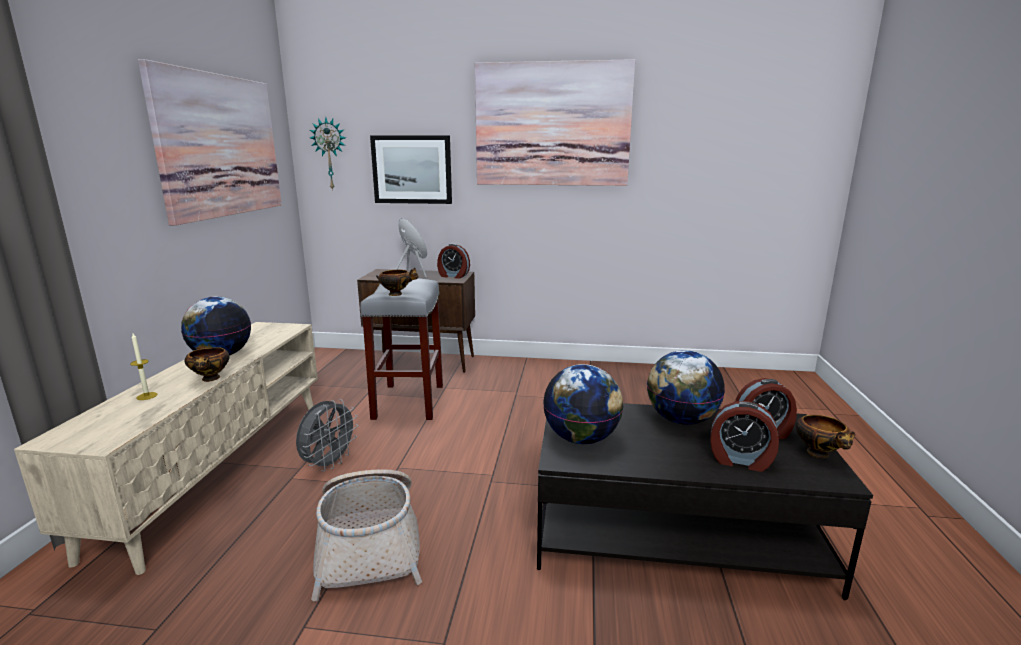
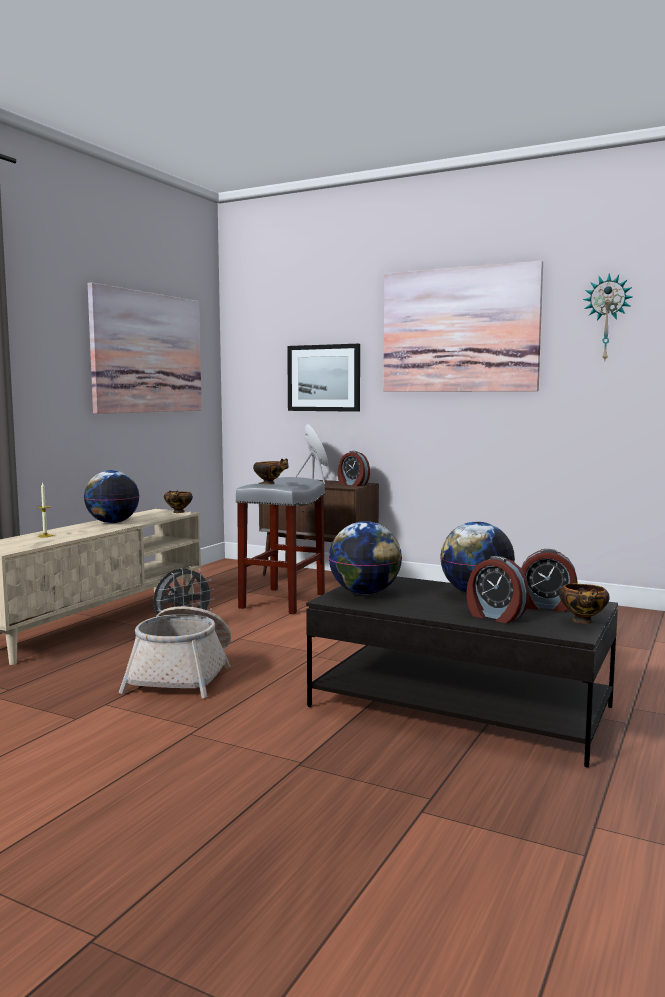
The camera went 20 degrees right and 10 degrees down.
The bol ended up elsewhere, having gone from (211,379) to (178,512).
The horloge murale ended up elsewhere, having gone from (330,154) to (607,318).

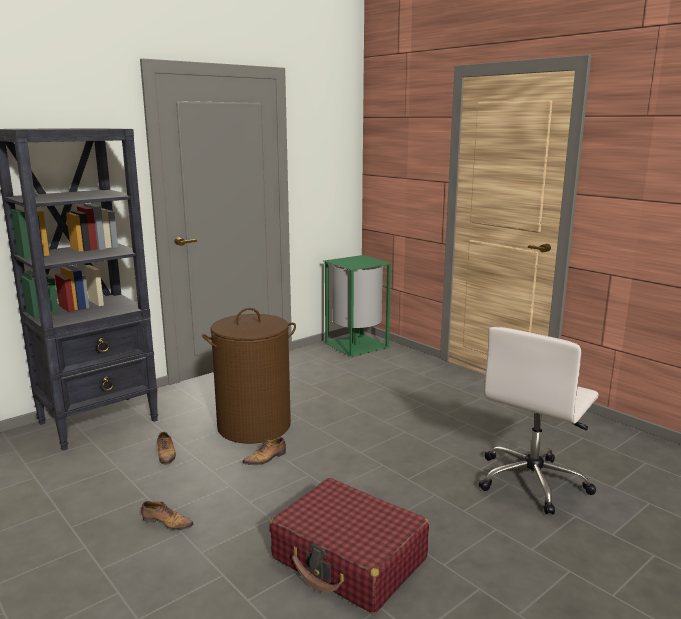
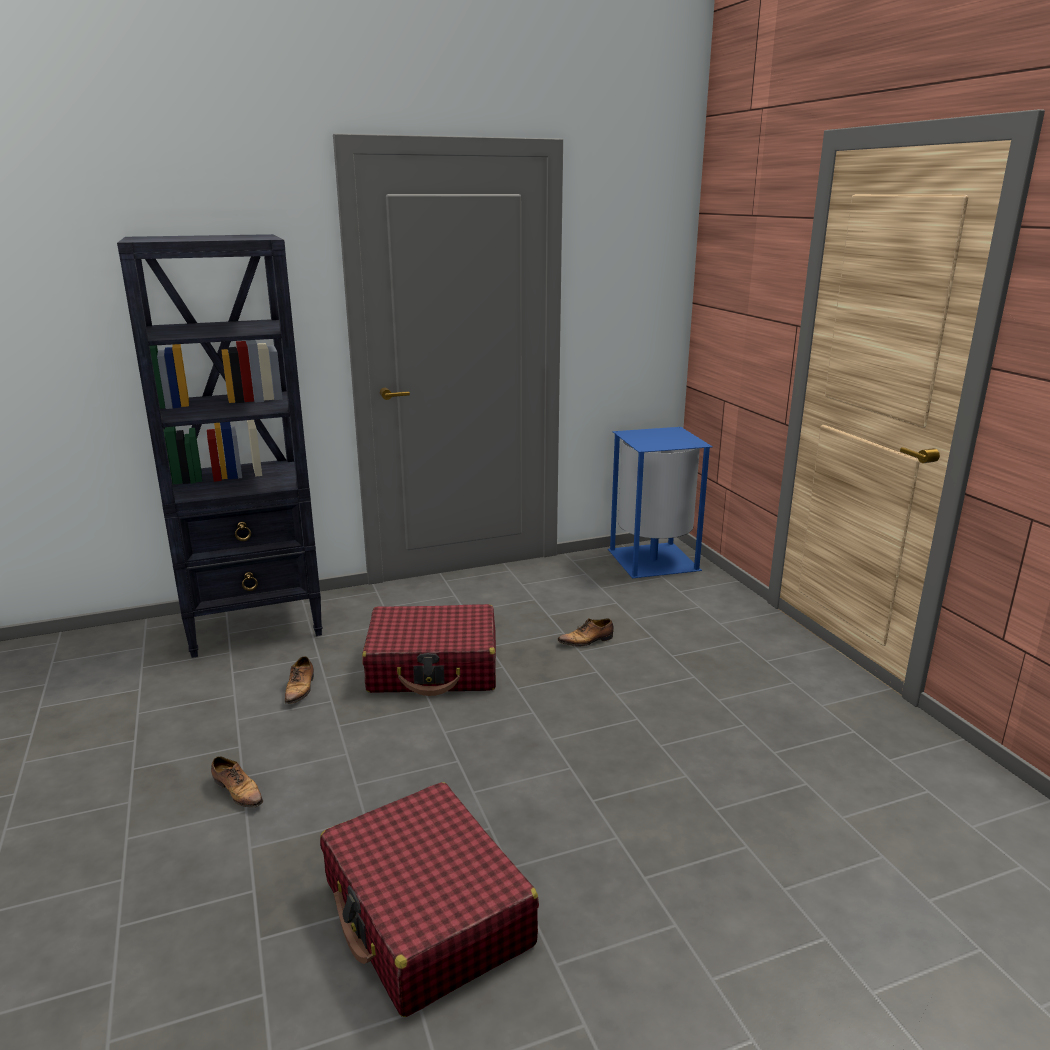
The camera went 20 degrees right and 5 degrees up.
The second view lost the chaise de bureau/blanc at (532,481).
The chaussure ended up elsewhere, having gone from (266,458) to (587,641).
Where the panier à linge/marron stood at (254,426), the valise/rouge came to stand at (433,667).
What was the poubelle/vert at (356,345) turned into the poubelle/bleu at (652,561).

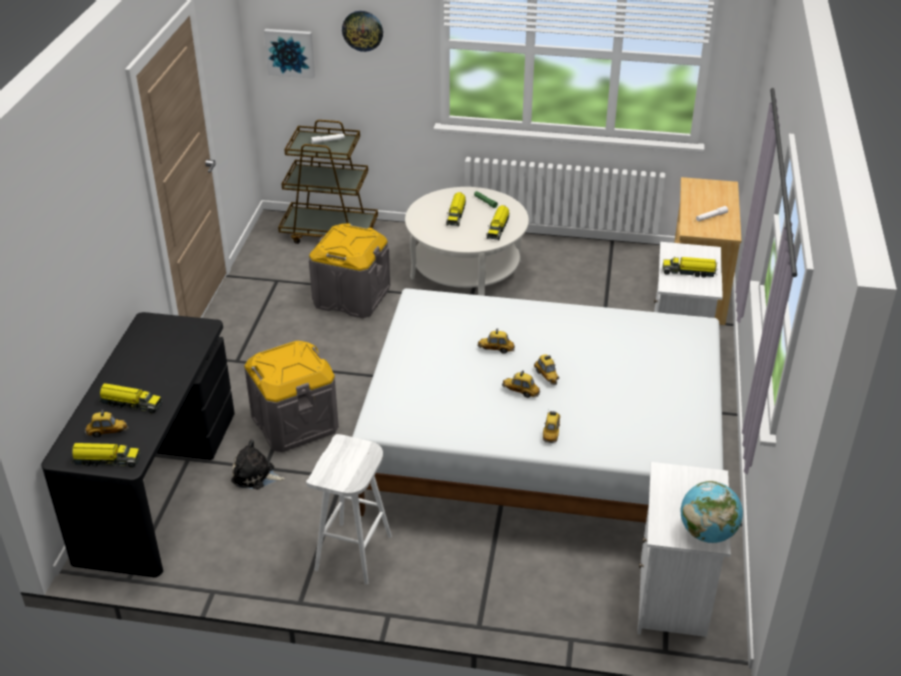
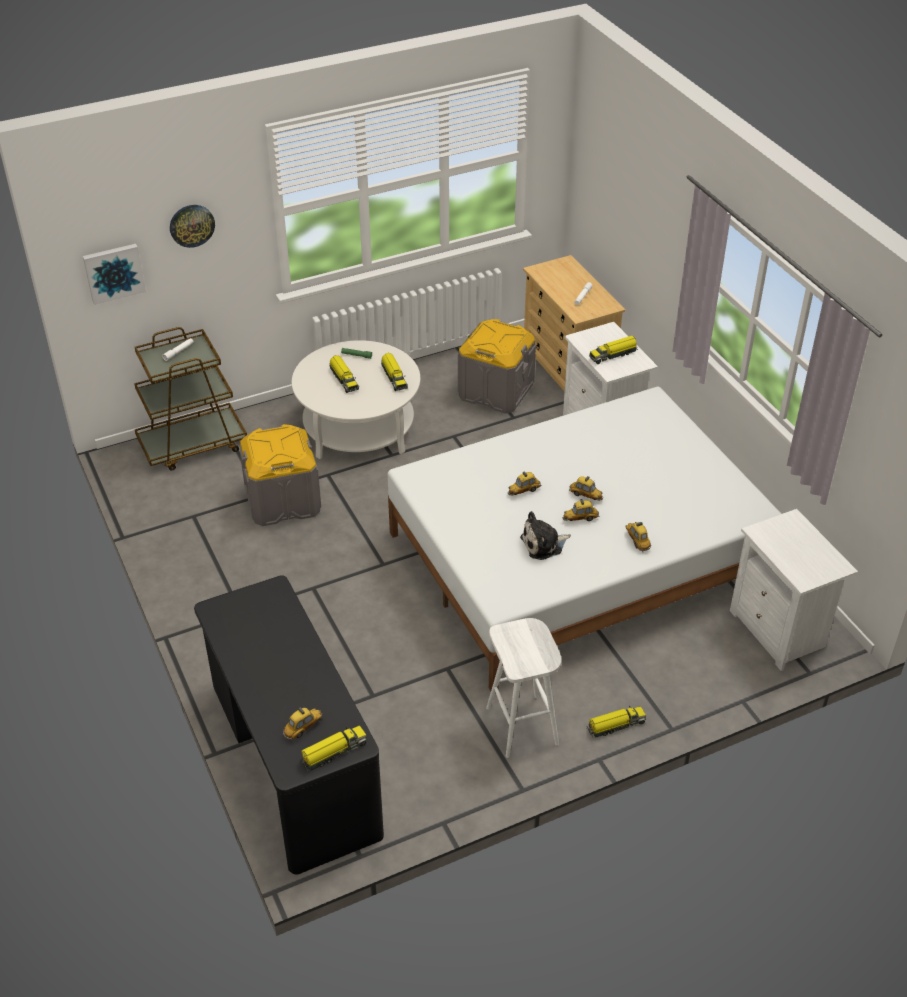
The camera went 35 degrees left and 5 degrees up.
The second view lost the globe at (707,533).
The camion jouet ended up elsewhere, having gone from (131,404) to (615,725).
The peluche ended up elsewhere, having gone from (255,476) to (544,544).
The boîte de rangement/gris ended up elsewhere, having gone from (294,423) to (495,391).

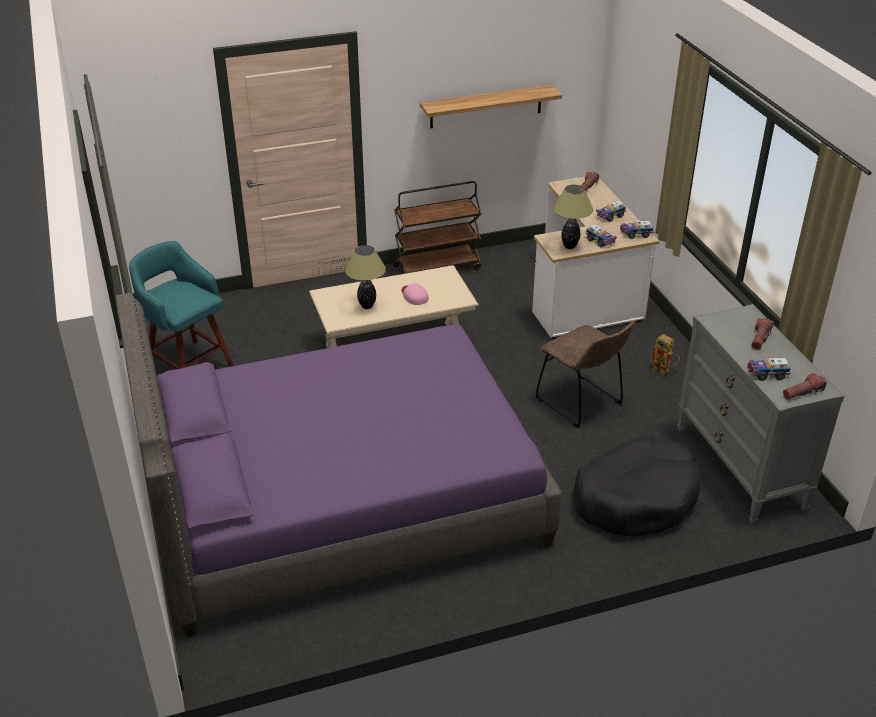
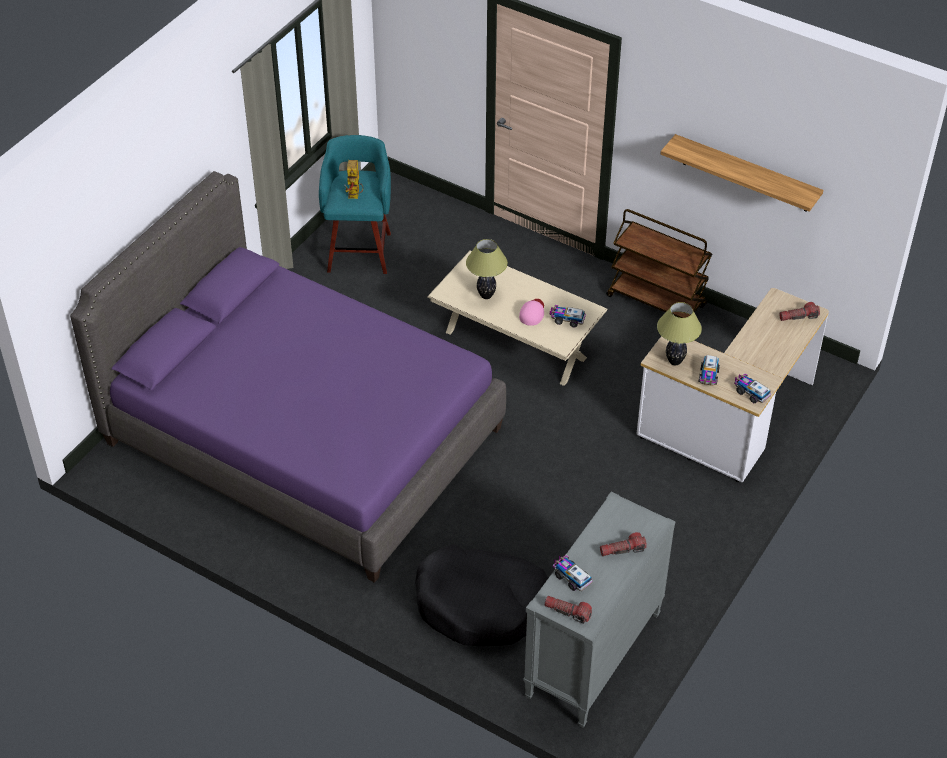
The camera went 50 degrees right and 10 degrees up.
The second view lost the chaise/marron at (582,403).
The camion jouet ended up elsewhere, having gone from (610,216) to (566,319).
The robot jouet ended up elsewhere, having gone from (664,370) to (355,196).

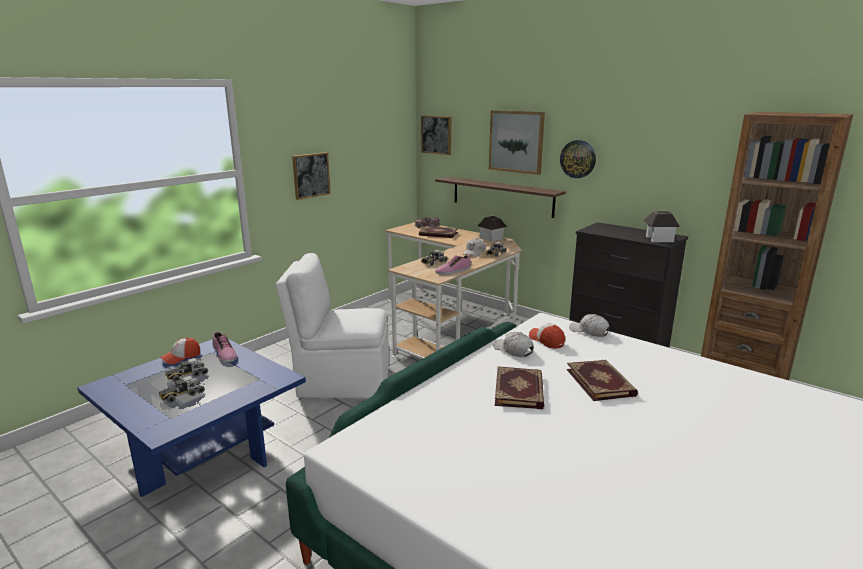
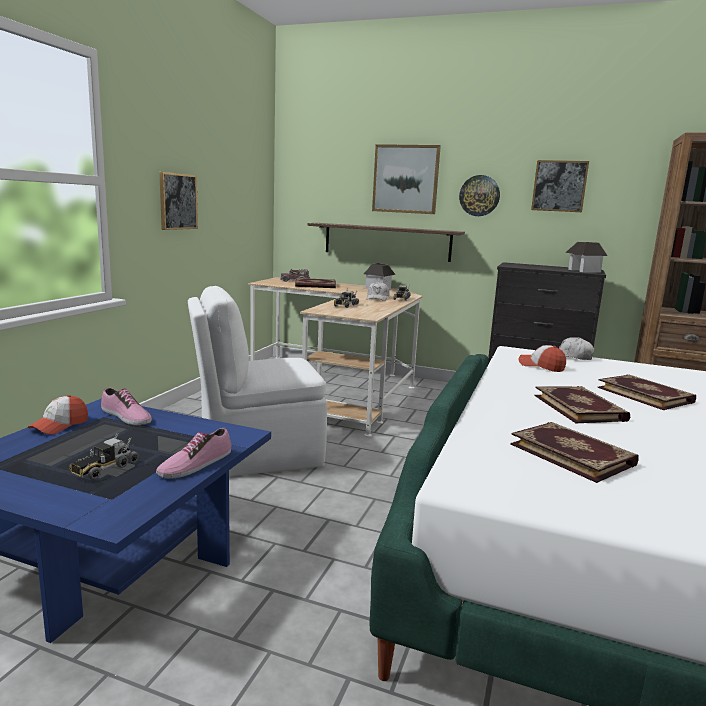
The camera went 20 degrees left and 5 degrees down.
The second view lost the camion jouet at (187,375).
The second view lost the casquette/blanc at (513,350).
The second view gained the livre at (572,454).
The tableau ended up elsewhere, having gone from (436,135) to (559,186).
The chaussure ended up elsewhere, having gone from (453,271) to (195,464).

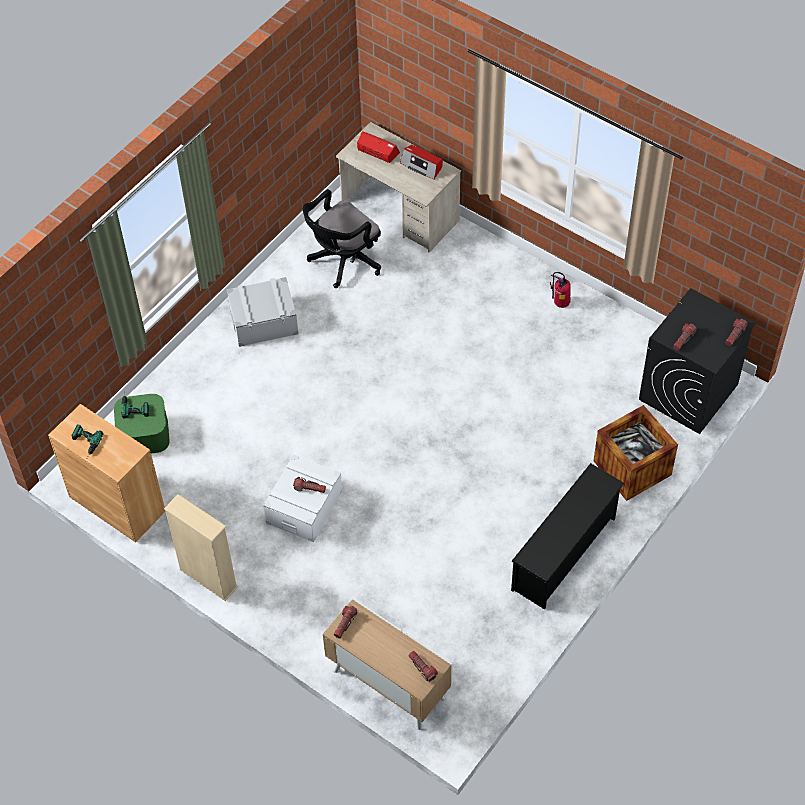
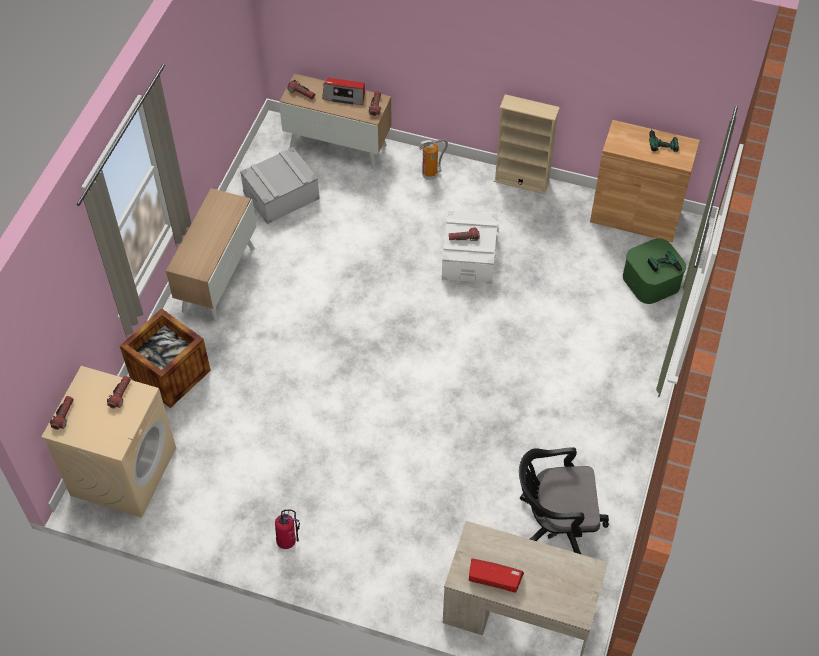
The camera went 160 degrees right and 0 degrees up.
The second view gained the extincteur at (430,175).
The boîte de rangement/gris ended up elsewhere, having gone from (264,321) to (281,196).
The radio ended up elsewhere, having gone from (377,151) to (344,95).
Where the étagère à chaussures/noir stood at (565,554), the meuble de rangement came to stand at (218,278).
What was the lave-linge/noir at (688,392) turned into the lave-linge/beige at (123,470).
The chaise de bureau/noir at (343,261) ended up facing another way, 120 degrees counterclockwise from before.

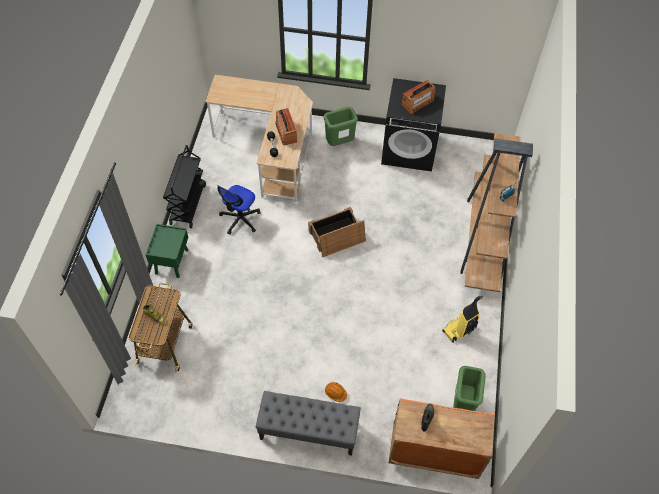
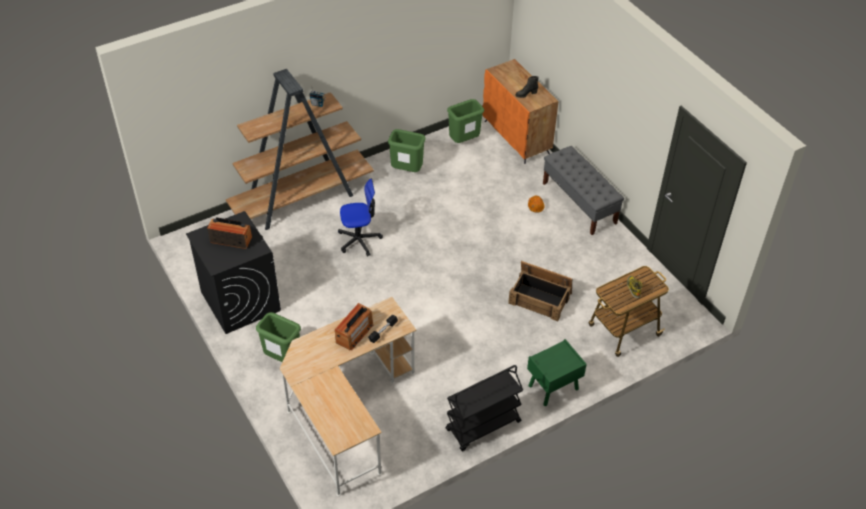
The camera went 130 degrees left and 10 degrees down.
The chaise de bureau ended up elsewhere, having gone from (240,219) to (359,240).
The caisse ended up elsewhere, having gone from (336,236) to (540,298).
Where the aspirateur stood at (459,330), the poubelle/vert came to stand at (407,171).

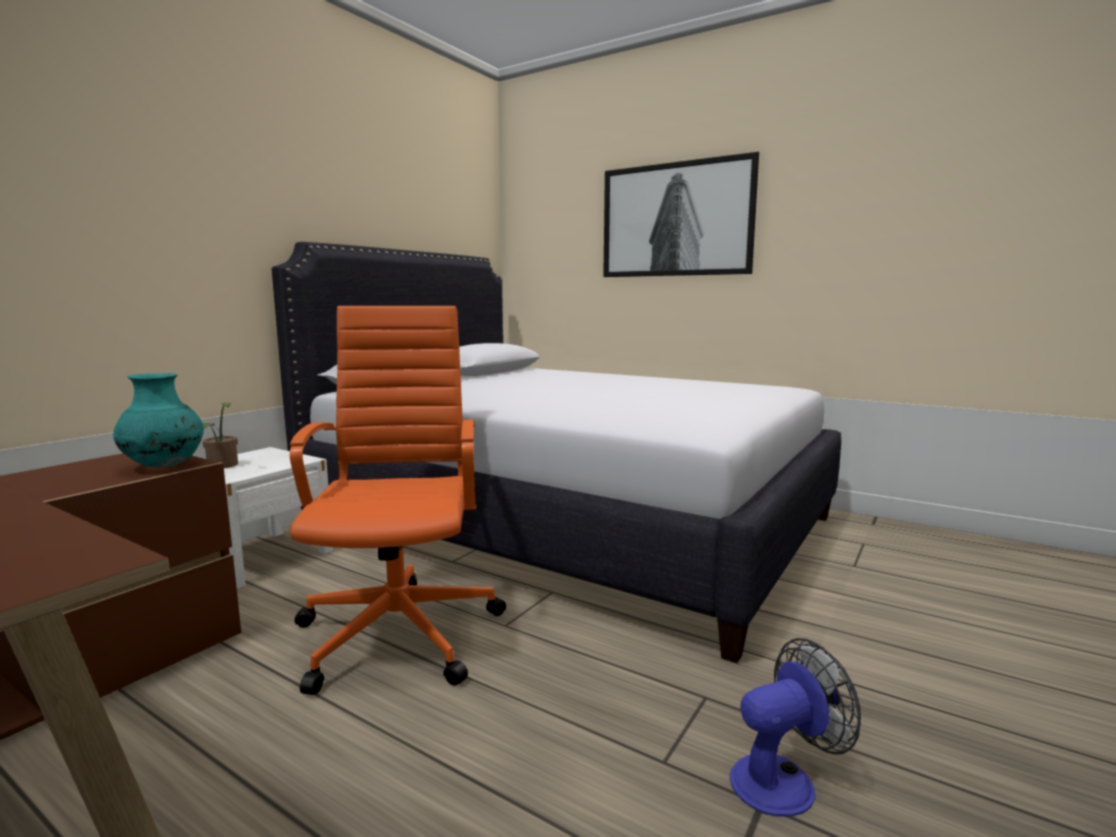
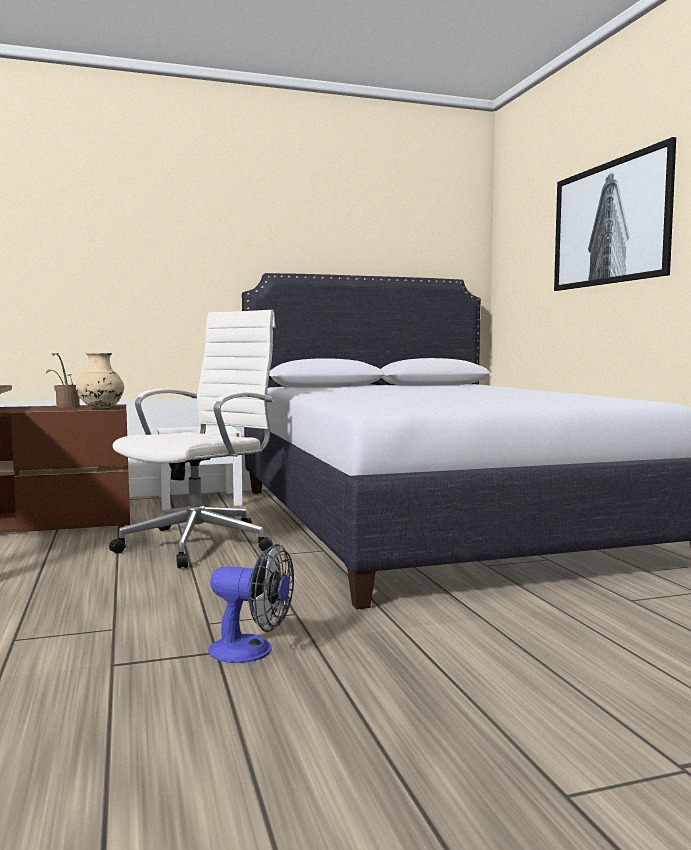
The camera went 40 degrees right and 5 degrees down.
The plante en pot ended up elsewhere, having gone from (222,466) to (65,406).
What was the vase/turquoise at (164,466) turned into the vase/beige at (101,408).
What was the chaise de bureau/orange at (401,630) turned into the chaise de bureau/blanc at (201,543).

